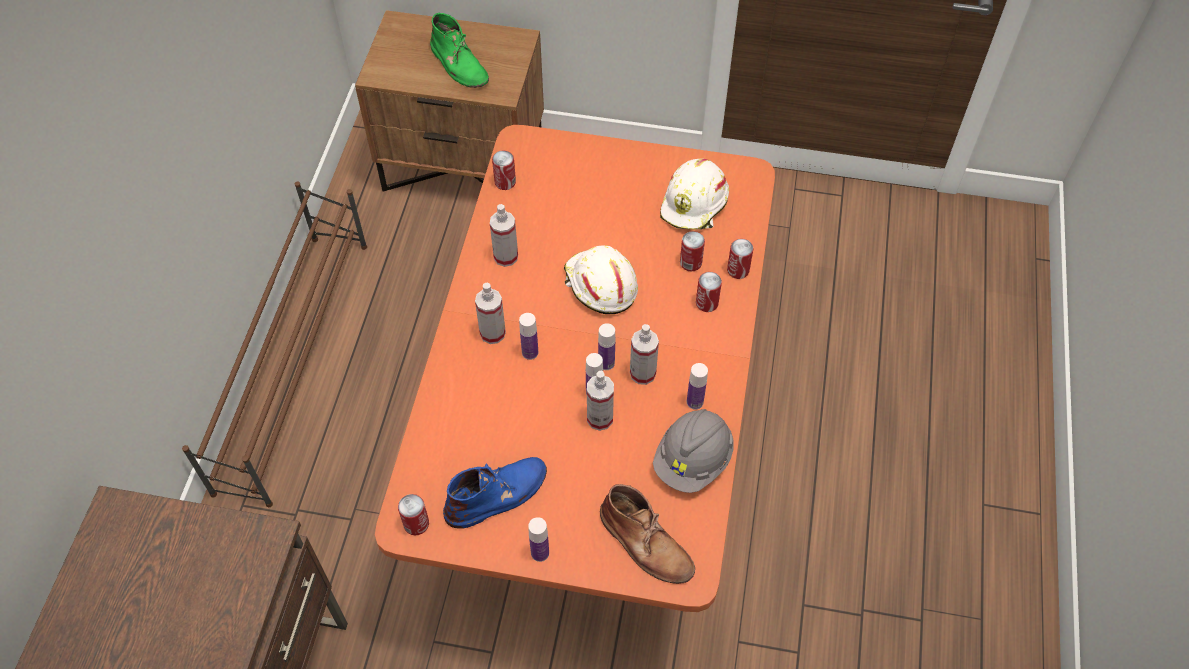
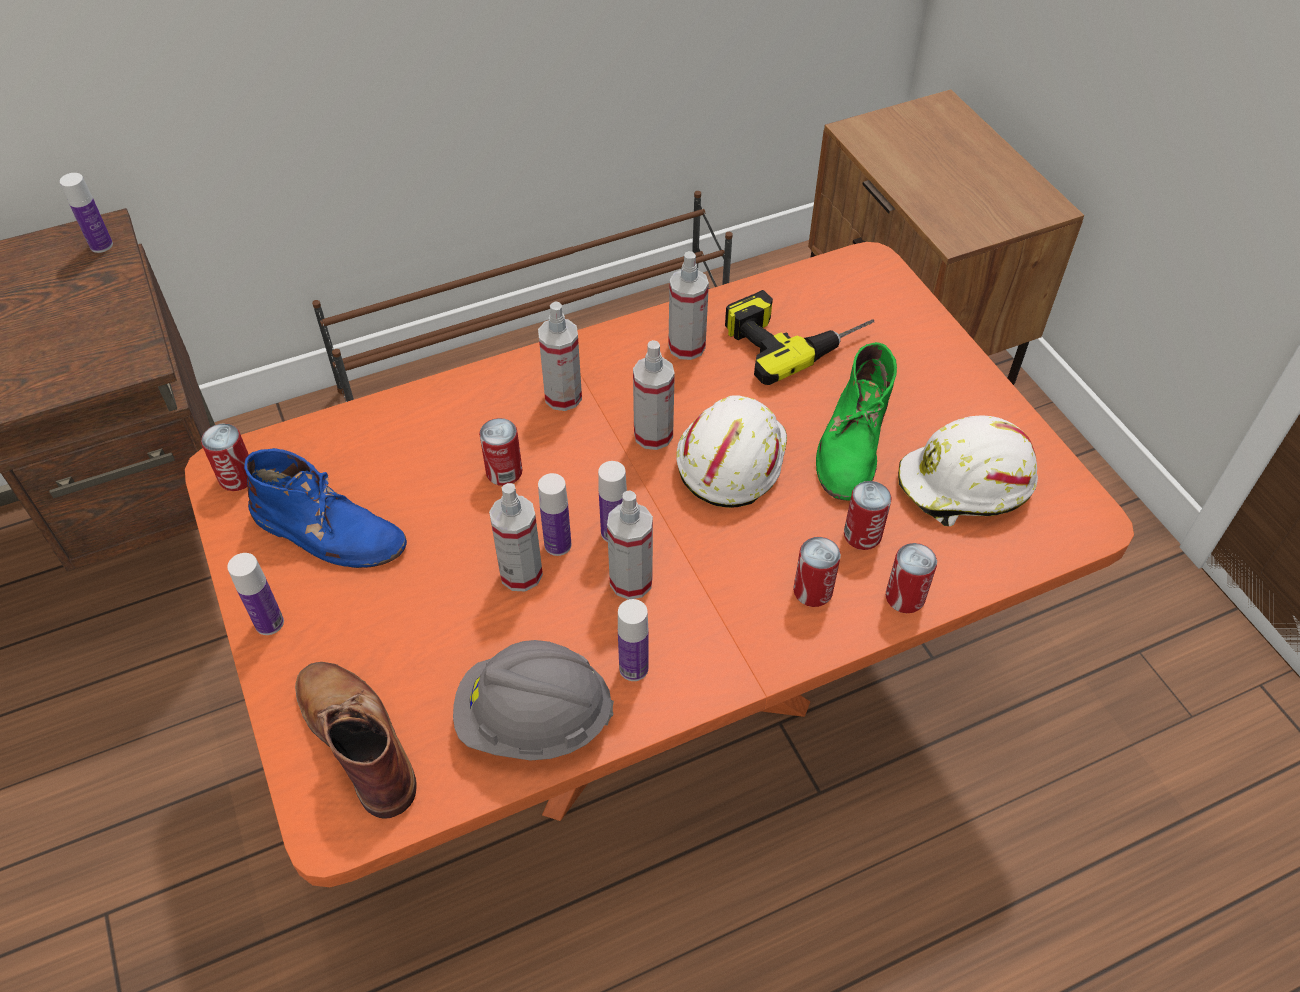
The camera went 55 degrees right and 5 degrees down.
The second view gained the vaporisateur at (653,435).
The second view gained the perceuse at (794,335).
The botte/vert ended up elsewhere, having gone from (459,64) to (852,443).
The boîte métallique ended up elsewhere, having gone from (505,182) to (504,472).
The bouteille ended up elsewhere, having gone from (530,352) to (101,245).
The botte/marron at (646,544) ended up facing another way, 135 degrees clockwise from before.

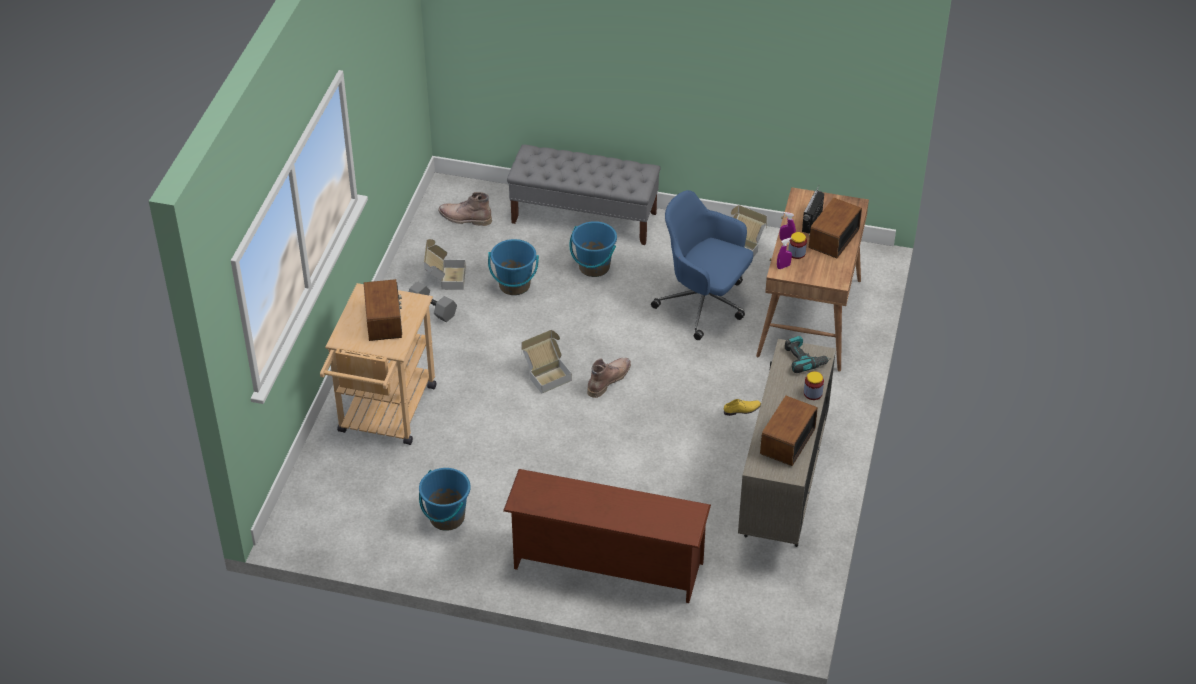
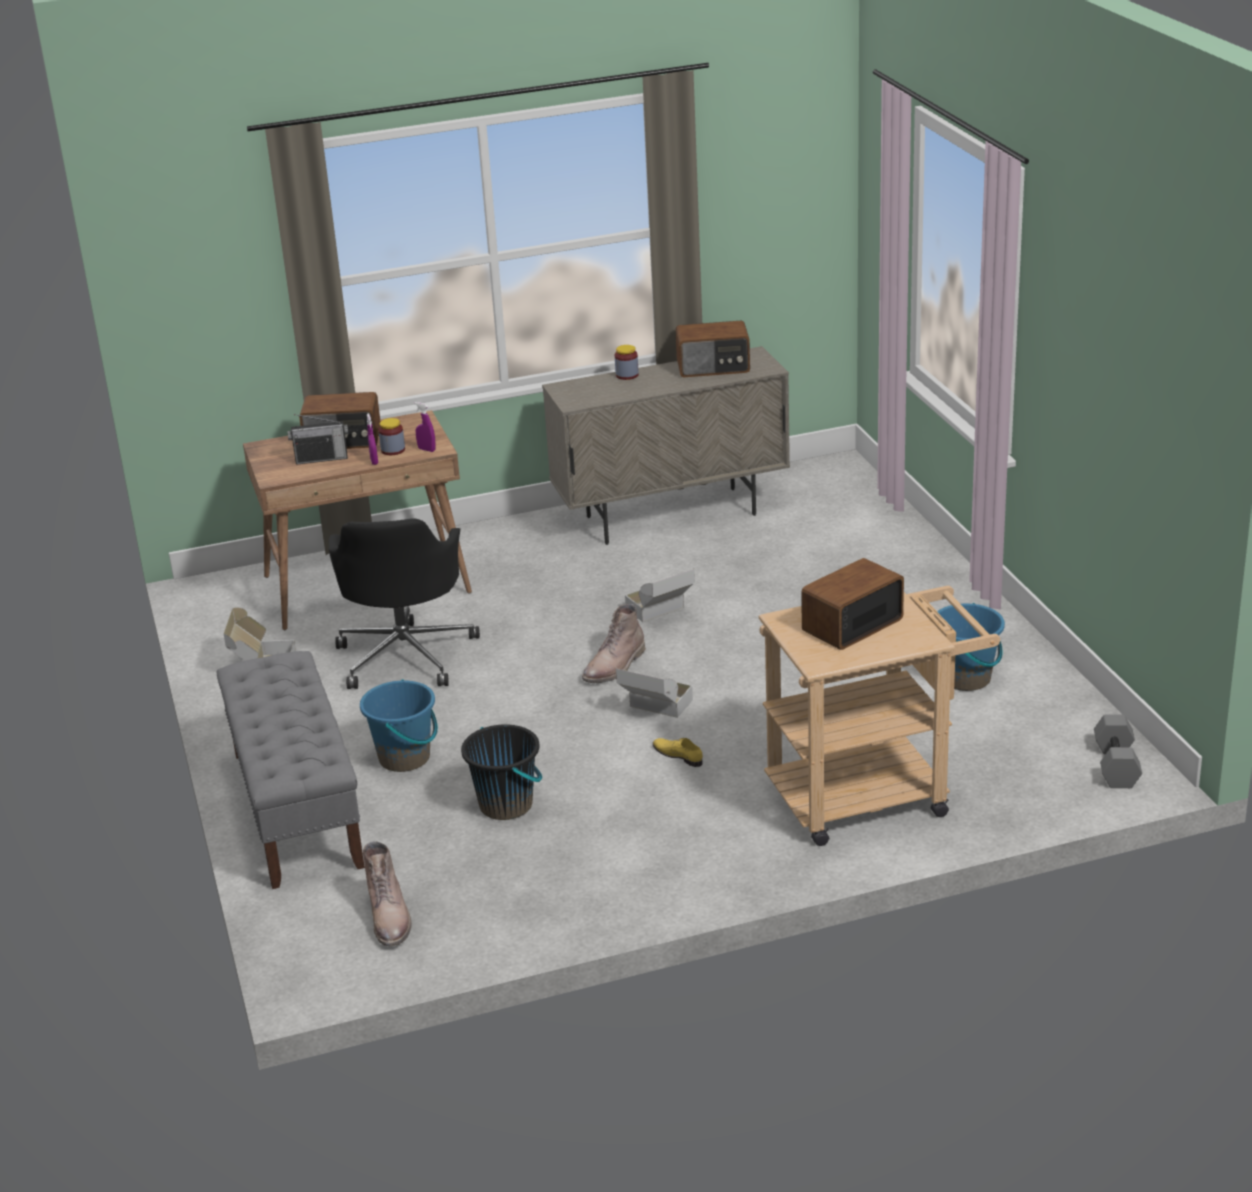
The camera went 120 degrees left and 15 degrees down.
The second view lost the étagère à chaussures/marron at (606,566).
The second view lost the perceuse at (804,359).
The haltère/gris ended up elsewhere, having gone from (431,309) to (1117,766).
The carton ended up elsewhere, having gone from (444,278) to (661,614).
The chaussure/jaune ended up elsewhere, having gone from (742,410) to (678,754).
What was the seau/bleu at (514,285) turned into the seau/noir at (506,805).
What was the chaise de bureau/bleu at (704,304) turned into the chaise de bureau/noir at (406,655).
The botte/marron at (608,379) ended up facing another way, 60 degrees counterclockwise from before.

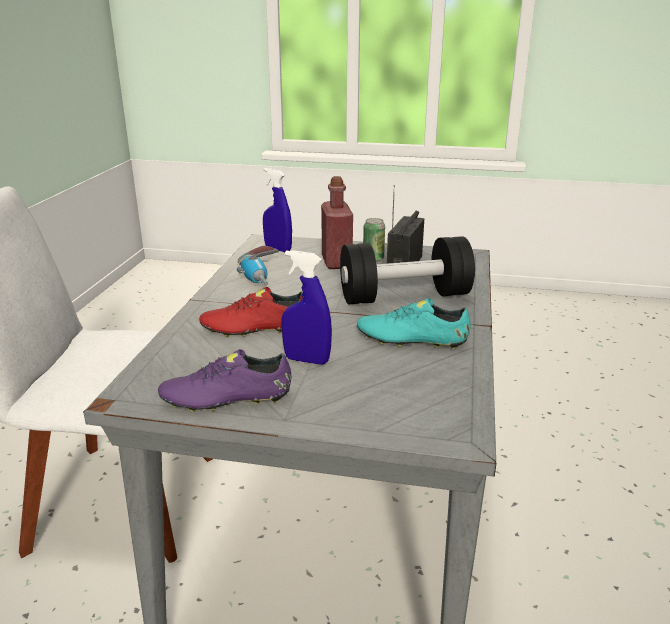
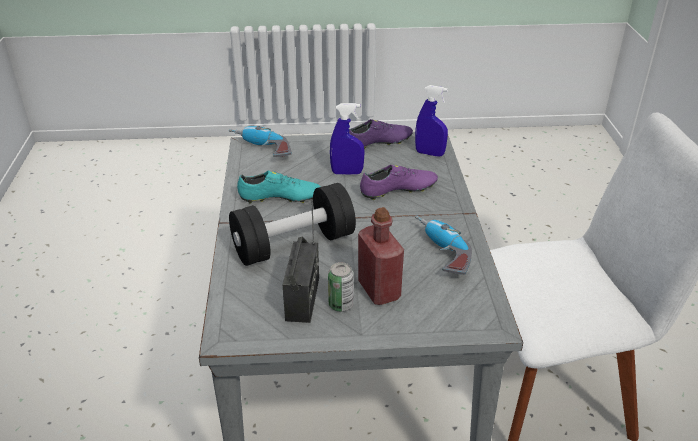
The camera went 165 degrees right and 10 degrees up.
The second view gained the perceuse at (260,150).
The vaporisateur/bleu ended up elsewhere, having gone from (278,249) to (429,153).
What was the chaussure/rouge at (255,329) turned into the chaussure/violet at (398,191).

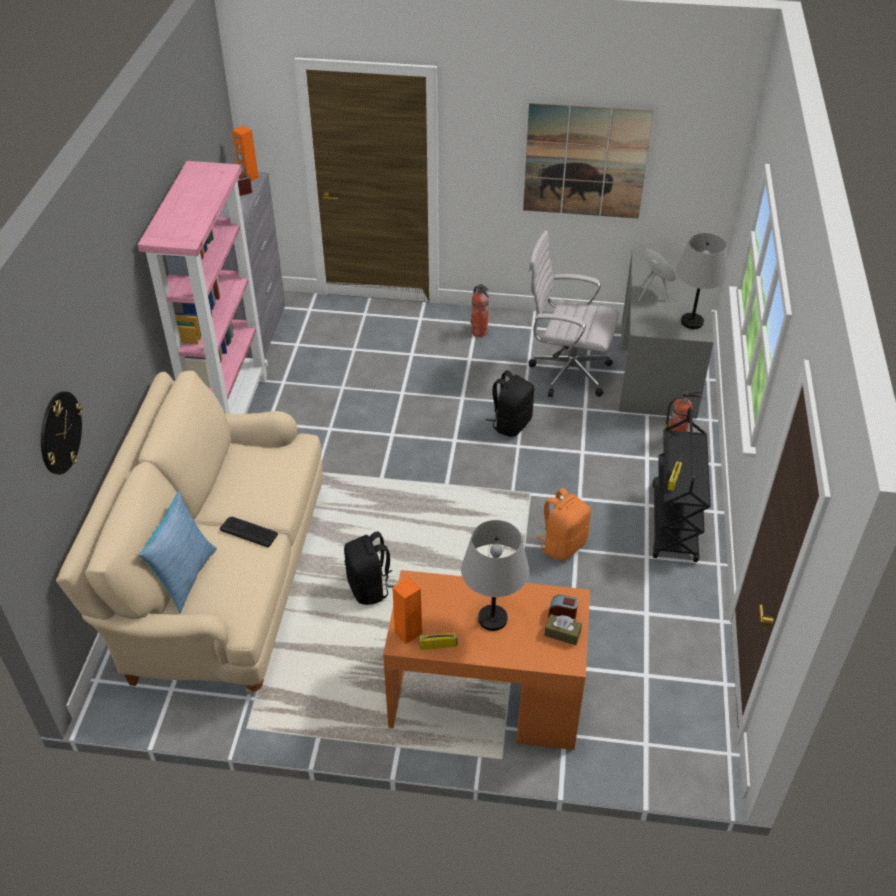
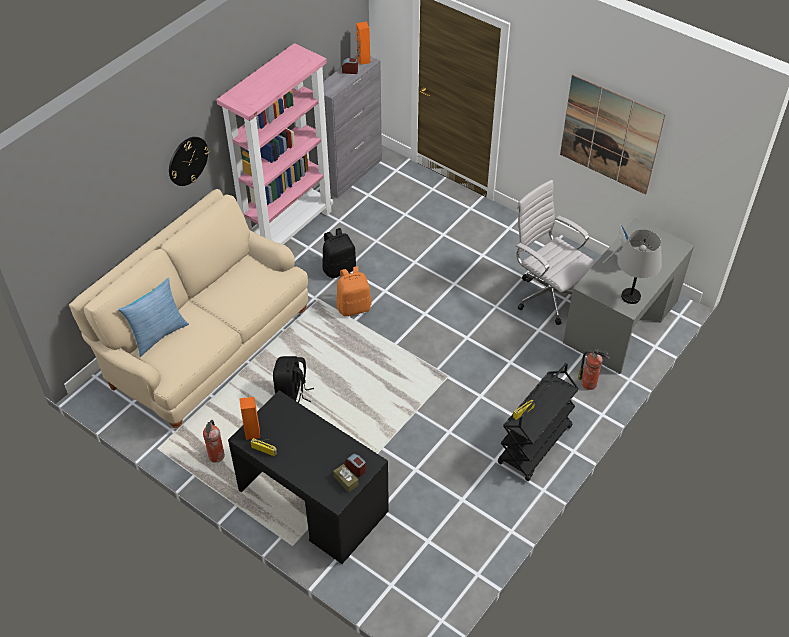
The camera went 30 degrees right and 5 degrees up.
The second view lost the clavier at (249,531).
The second view lost the lampe de table/gris at (492,619).
The horloge murale ended up elsewhere, having gone from (60,432) to (187,161).
The extincteur ended up elsewhere, having gone from (480,332) to (216,457).
The sac à dos/noir ended up elsewhere, having gone from (511,424) to (339,268).
The sac à dos/orange ended up elsewhere, having gone from (563,544) to (354,307).
What was the bureau/orange at (485,695) turned into the bureau/noir at (313,501).

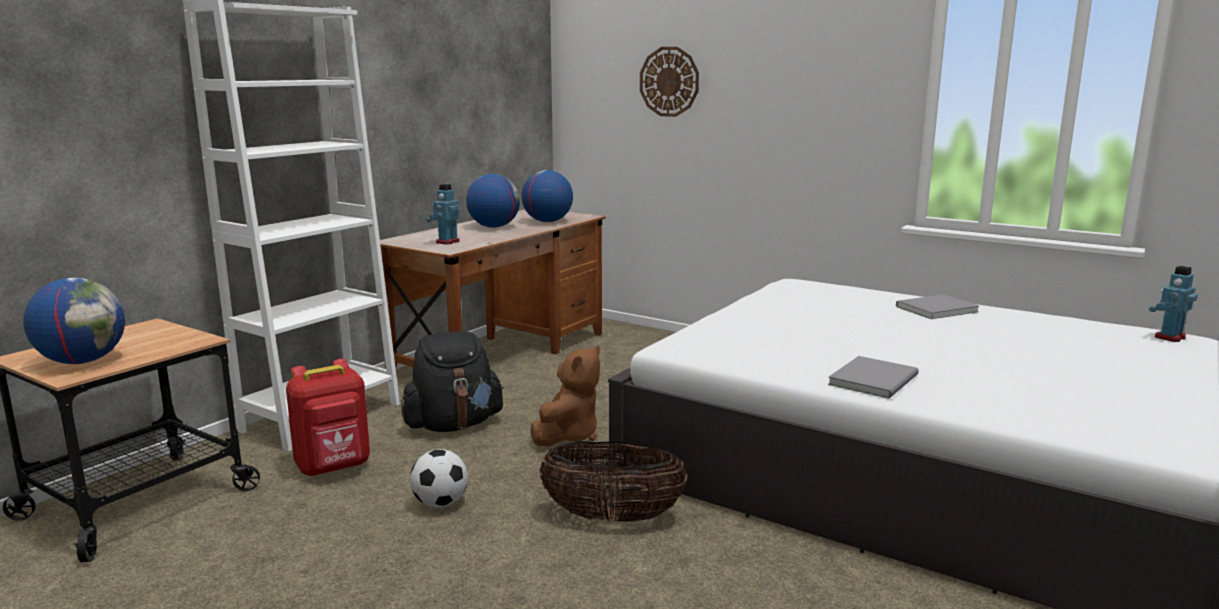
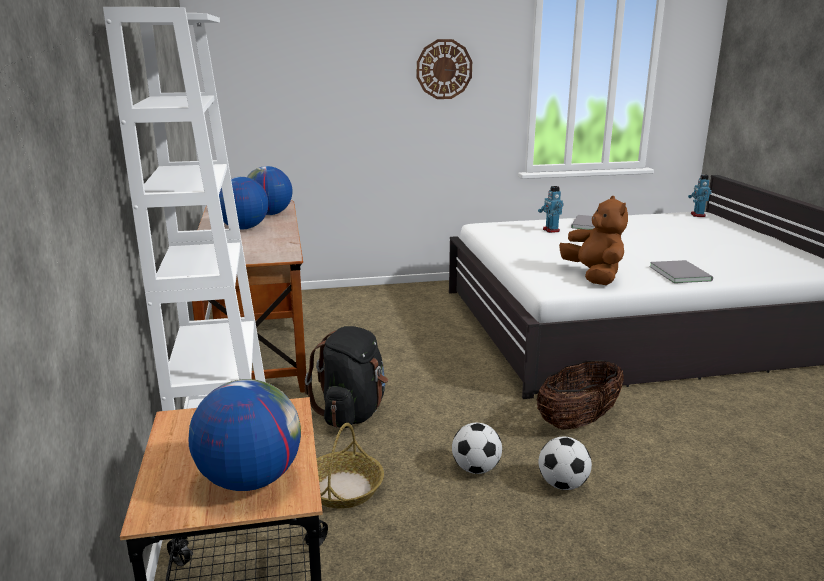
The camera went 45 degrees left and 5 degrees up.
The second view gained the ballon de foot at (562,484).
The robot jouet ended up elsewhere, having gone from (447,242) to (550,230).
The peluche/marron ended up elsewhere, having gone from (568,435) to (593,276).
The horloge murale ended up elsewhere, having gone from (669,81) to (444,69).
Where the sac à dos/rouge stood at (334,467), the panier came to stand at (343,488).

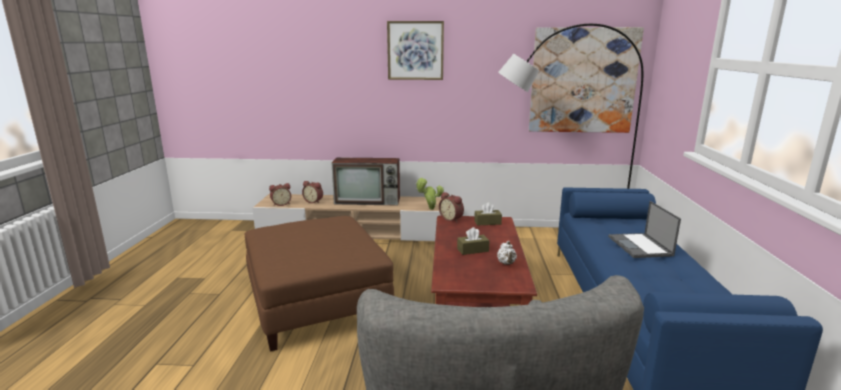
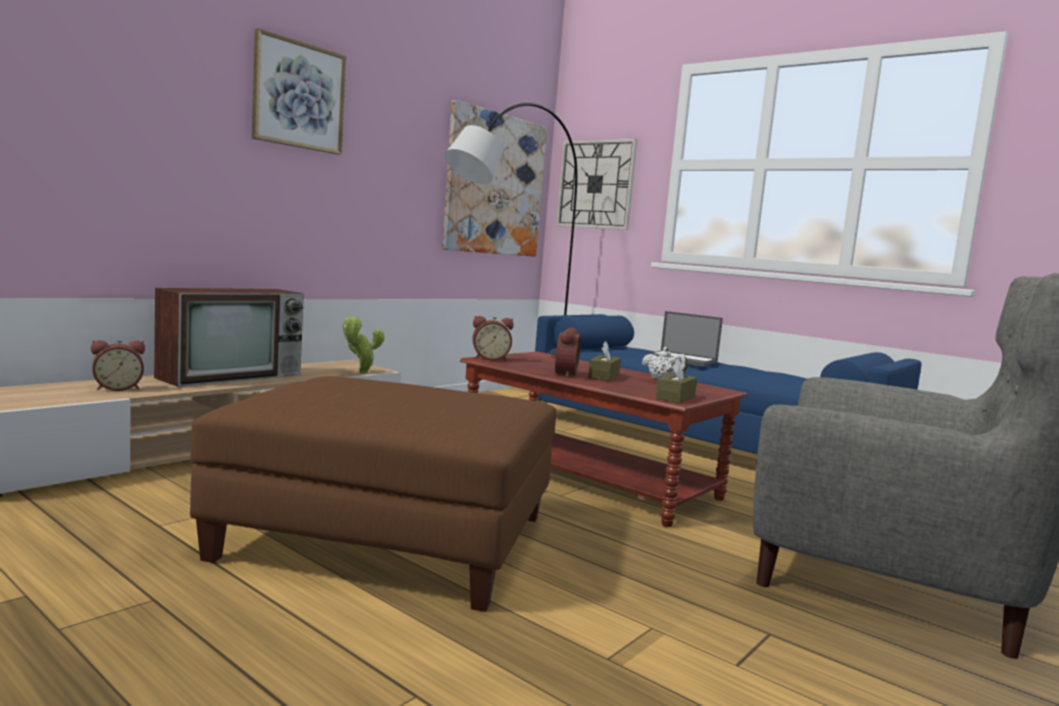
The camera went 55 degrees left and 10 degrees down.
The second view gained the horloge murale at (595,184).
The réveil ended up elsewhere, having gone from (281,204) to (563,374).
The boîte à mouchoirs/marron ended up elsewhere, having gone from (487,222) to (675,398).

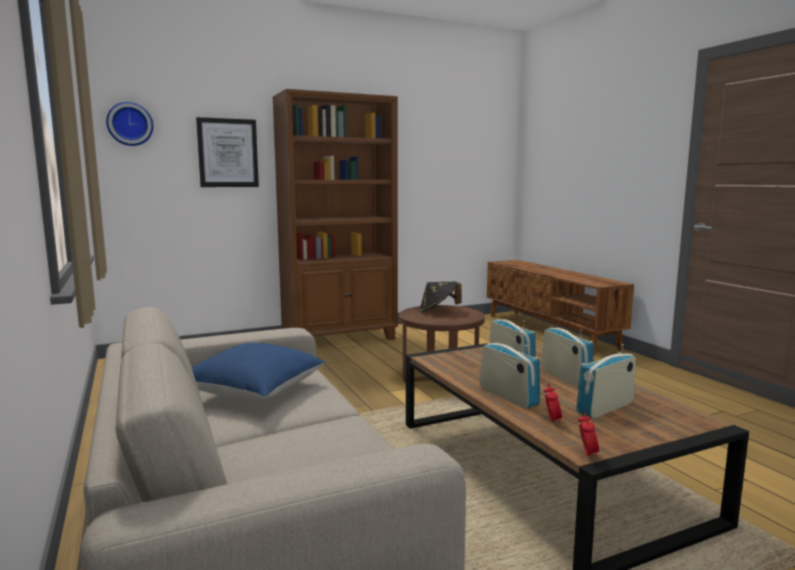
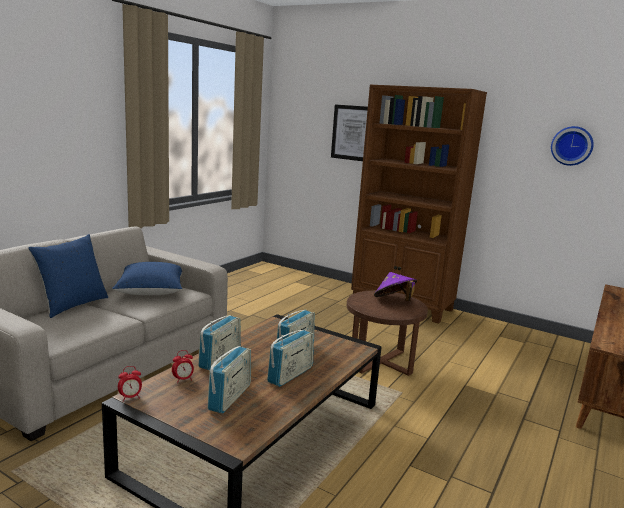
The camera went 55 degrees right and 5 degrees up.
The second view gained the coussin/bleu at (72,305).
The horloge murale ended up elsewhere, having gone from (130,124) to (572,146).
What was the chapeau/noir at (438,311) turned into the chapeau/violet at (394,301).
The radio at (605,407) ended up facing another way, 90 degrees clockwise from before.

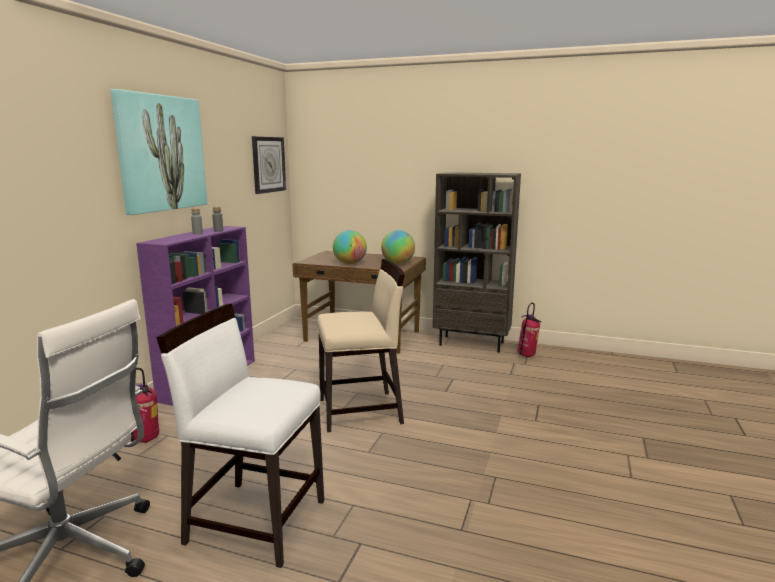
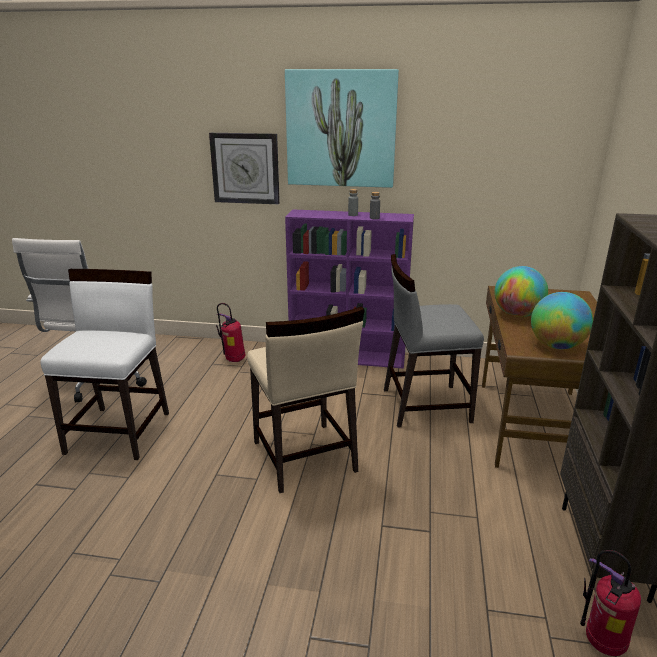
The camera went 80 degrees right and 10 degrees up.
The second view gained the chaise/gris at (425,405).
The horloge murale ended up elsewhere, having gone from (268,164) to (245,168).

